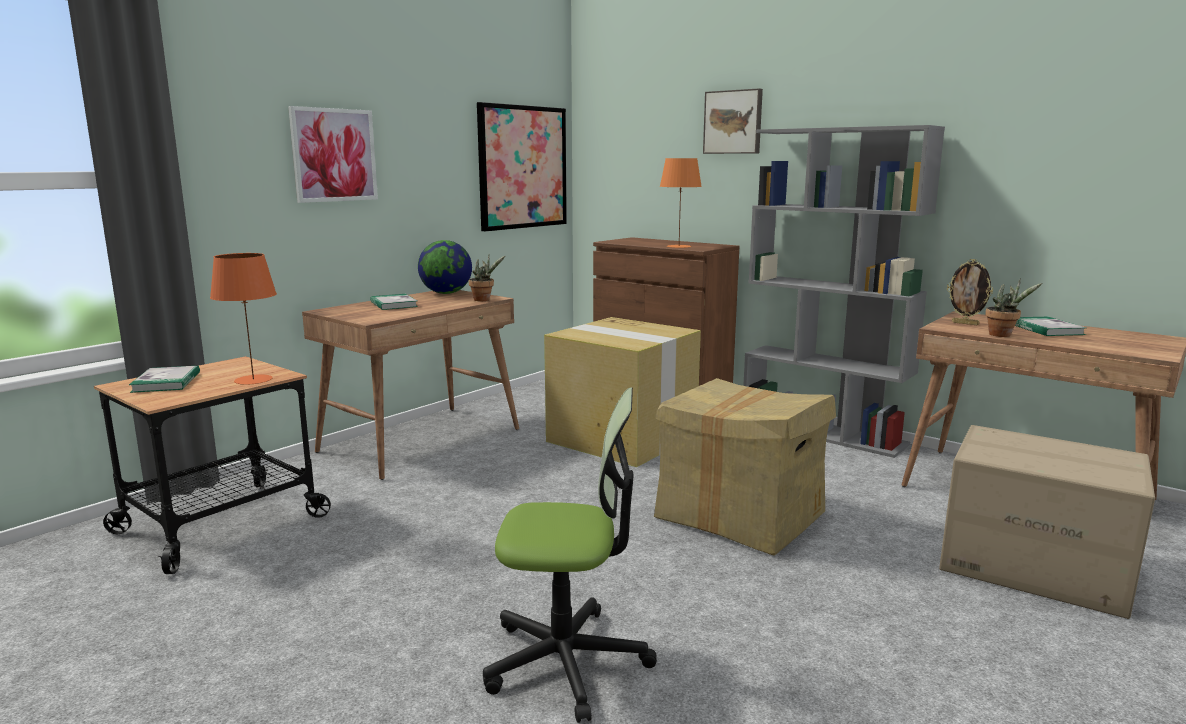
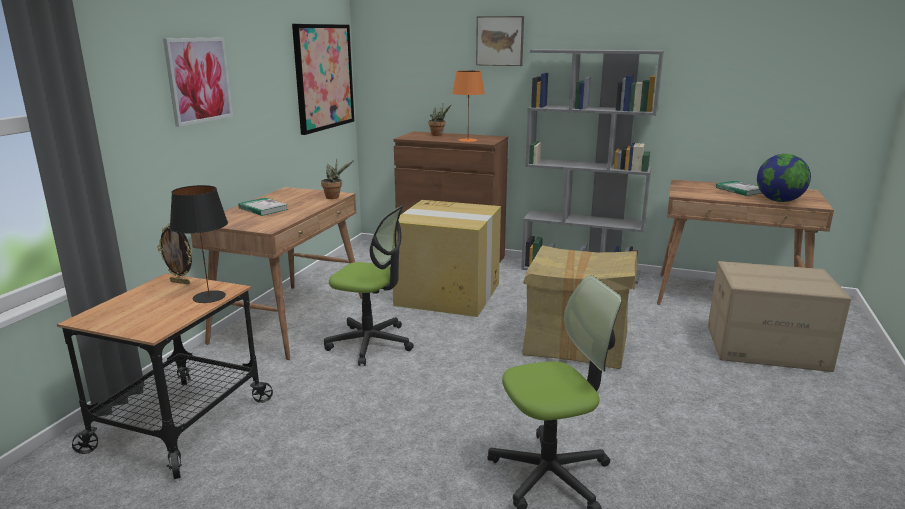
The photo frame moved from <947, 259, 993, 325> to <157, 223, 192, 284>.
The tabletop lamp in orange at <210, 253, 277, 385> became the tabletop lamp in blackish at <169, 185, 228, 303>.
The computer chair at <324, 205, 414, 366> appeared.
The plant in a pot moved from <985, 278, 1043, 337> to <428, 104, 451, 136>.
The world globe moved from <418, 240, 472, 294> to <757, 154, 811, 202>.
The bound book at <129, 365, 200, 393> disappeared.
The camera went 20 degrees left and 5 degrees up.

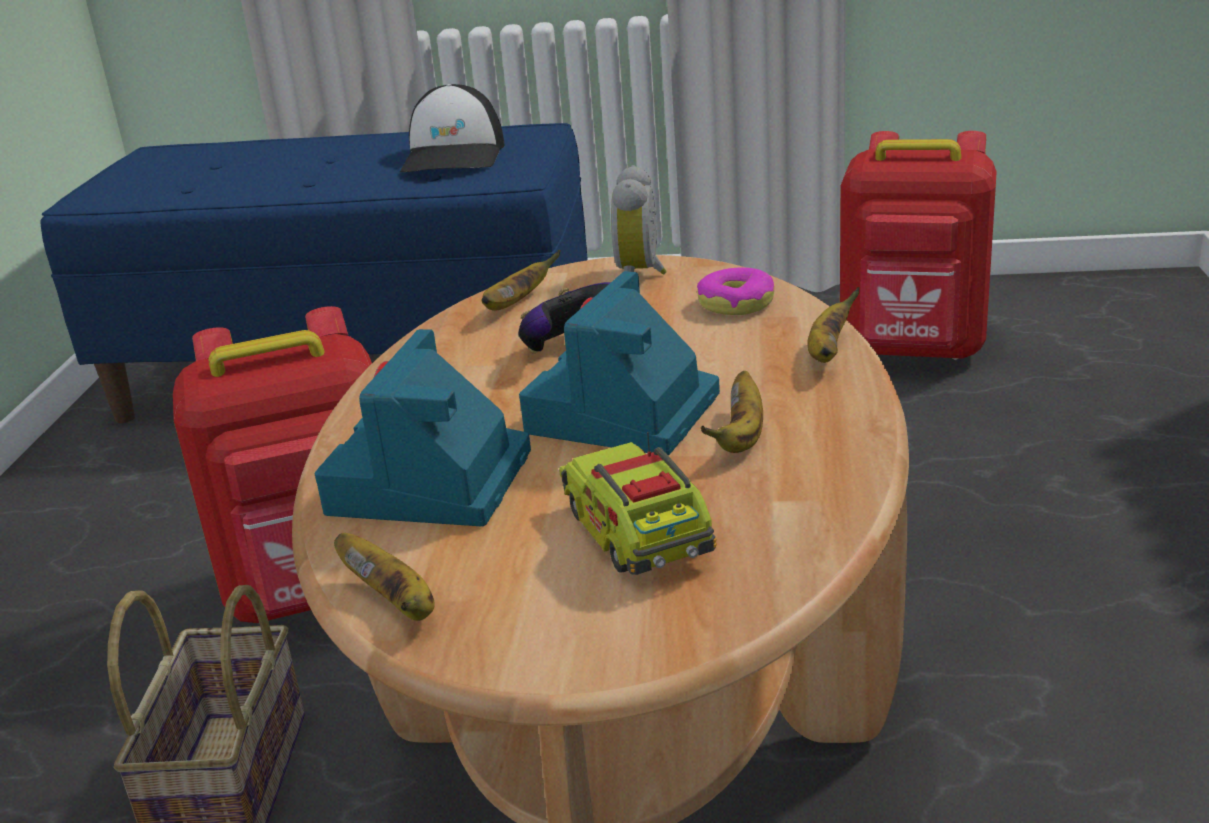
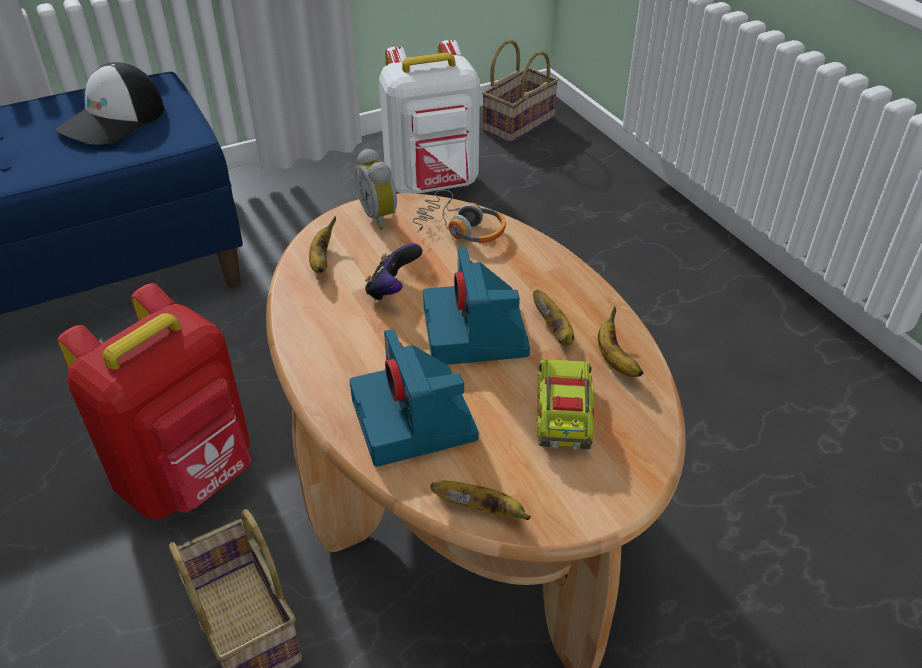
The peaked cap at <400, 84, 505, 172> turned 60 degrees clockwise.
The knapsack in red at <840, 131, 997, 360> became the knapsack in whitish at <379, 40, 480, 194>.
The donut at <697, 267, 774, 315> was replaced by the headphones at <412, 190, 506, 243>.
The basket at <482, 39, 559, 143> appeared.
The toy truck at <559, 432, 717, 575> turned 60 degrees clockwise.
The banana moved from <807, 287, 860, 363> to <598, 306, 644, 377>.
The camera went 35 degrees left and 15 degrees up.

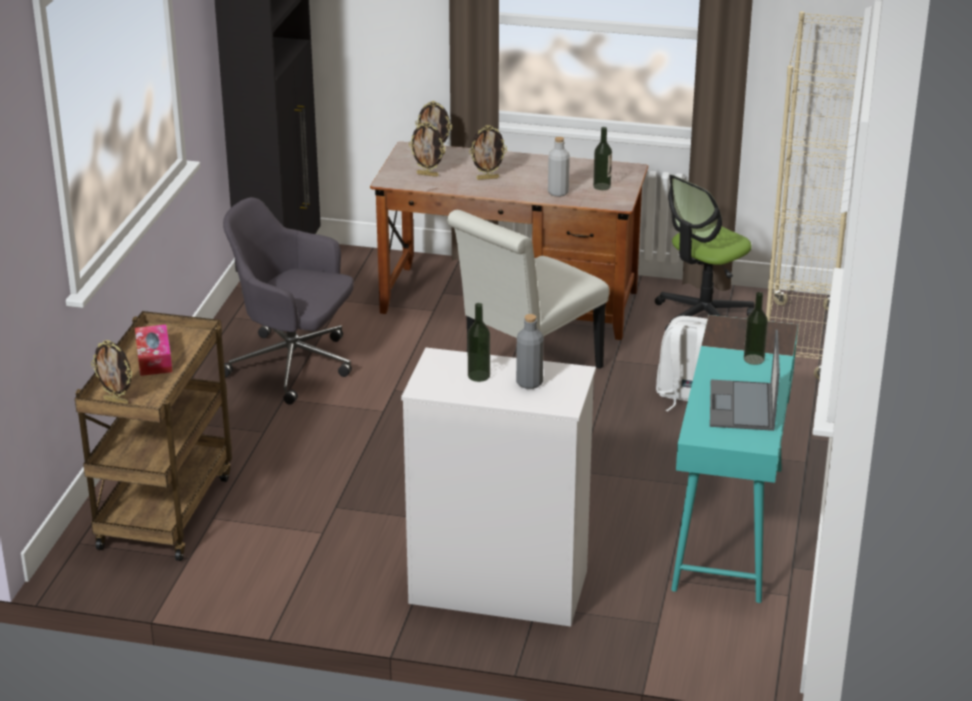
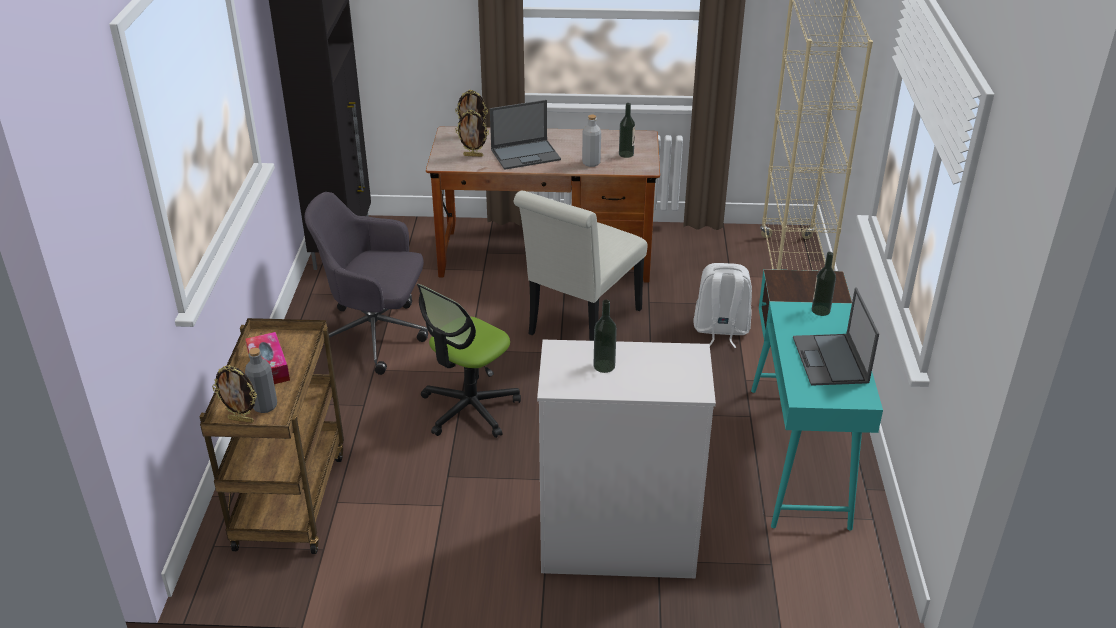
The bottle in grey moved from <516, 314, 544, 389> to <245, 348, 277, 413>.
The computer chair moved from <655, 175, 754, 331> to <417, 284, 521, 438>.
The photo frame at <469, 125, 507, 180> was replaced by the laptop at <490, 100, 561, 170>.
The camera went 10 degrees left and 5 degrees up.

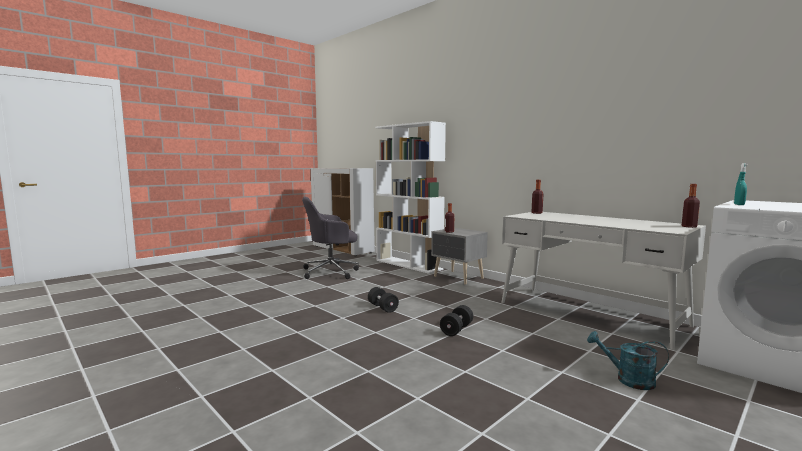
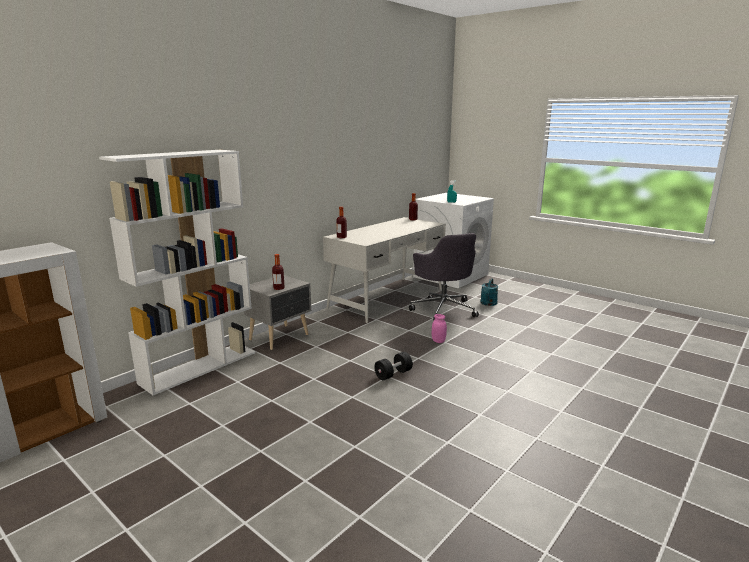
The computer chair in grey moved from <302, 197, 359, 279> to <409, 233, 479, 320>.
The hand weight in blackish at <440, 305, 473, 336> was replaced by the preserve jar in pinkish at <432, 314, 447, 343>.
The camera went 95 degrees left and 10 degrees up.

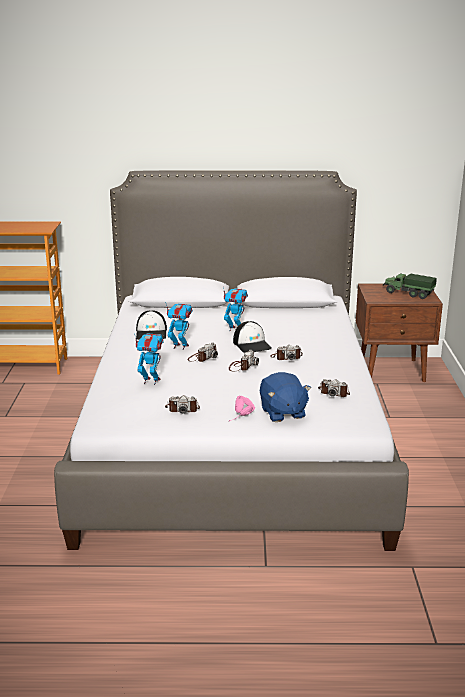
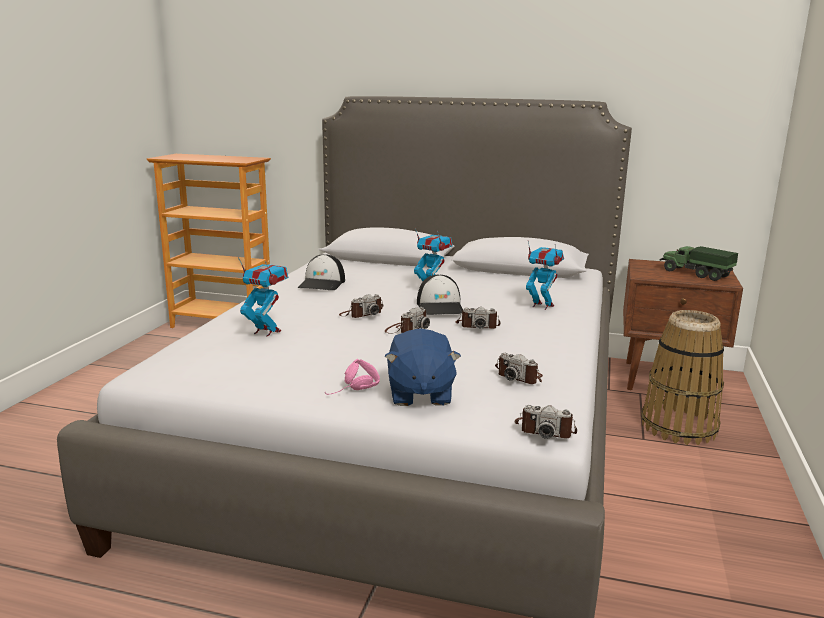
The still camera moved from <165, 395, 200, 414> to <515, 405, 577, 439>.
The toy robot moved from <165, 302, 193, 350> to <526, 241, 564, 310>.
The basket at <641, 310, 724, 445> appeared.
The camera went 15 degrees right and 5 degrees down.

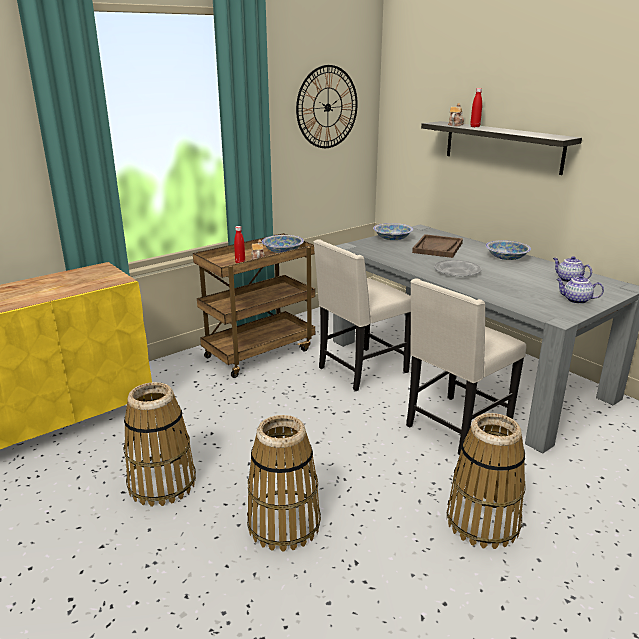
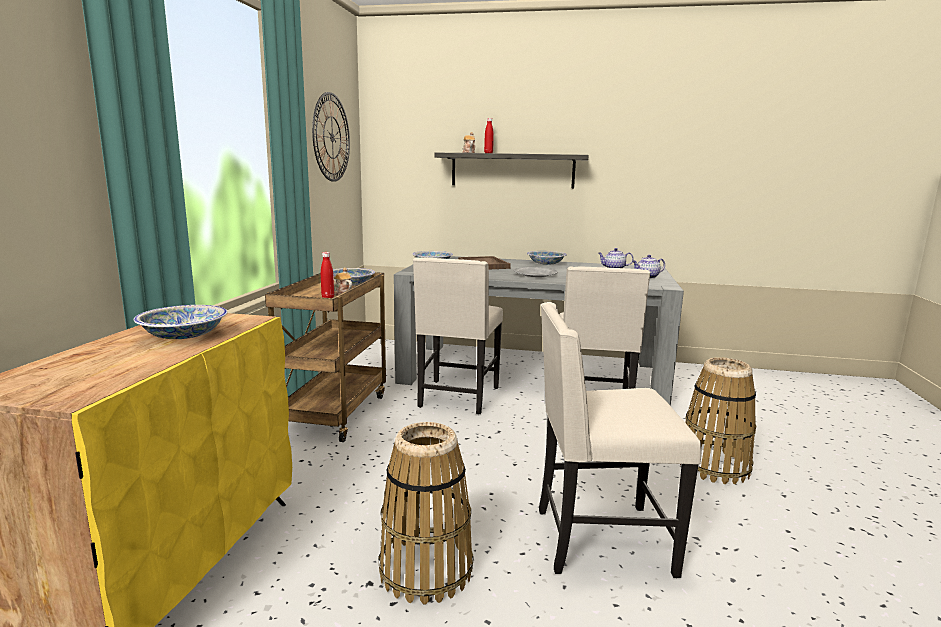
The deep dish at <134, 305, 227, 339> appeared.
The basket at <247, 415, 321, 552> was replaced by the upright chair in beige-coloured at <539, 302, 702, 578>.
The camera went 40 degrees left and 10 degrees down.

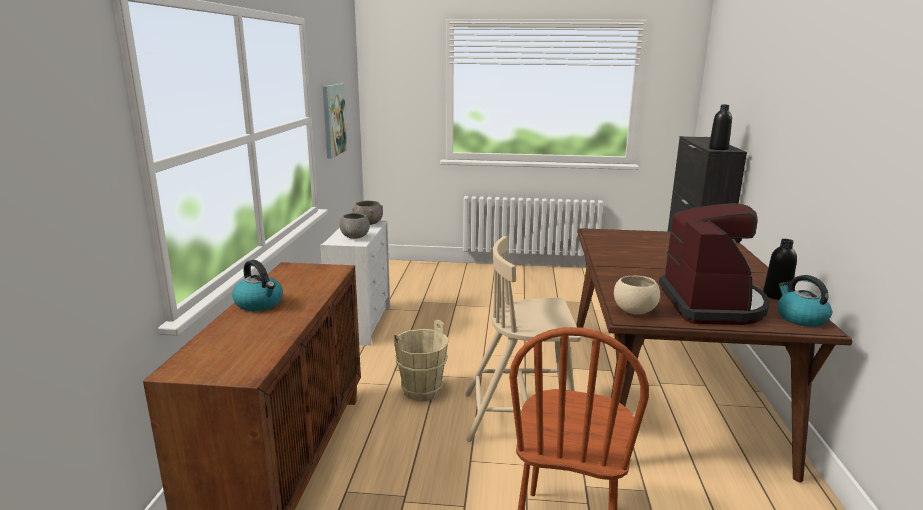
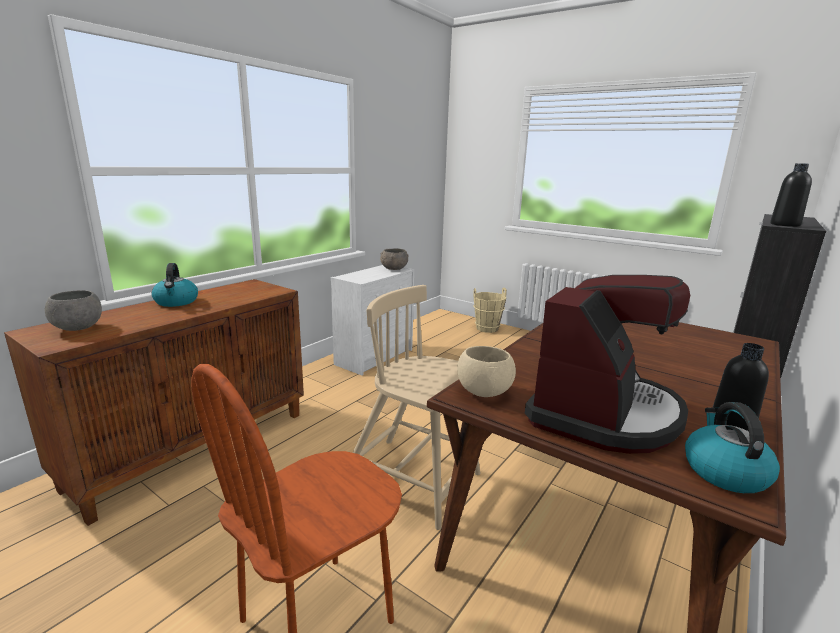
The deep dish in grey moved from <340, 213, 370, 239> to <45, 290, 102, 331>.
The bucket in beige-coloured moved from <394, 320, 449, 401> to <473, 288, 507, 333>.
The picture at <323, 84, 348, 158> disappeared.
The camera went 30 degrees right and 0 degrees up.

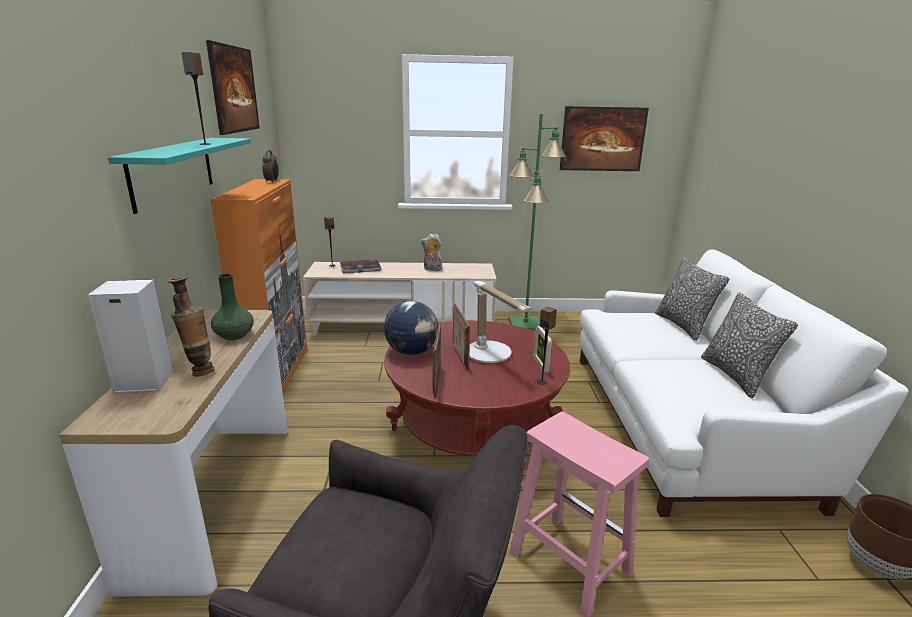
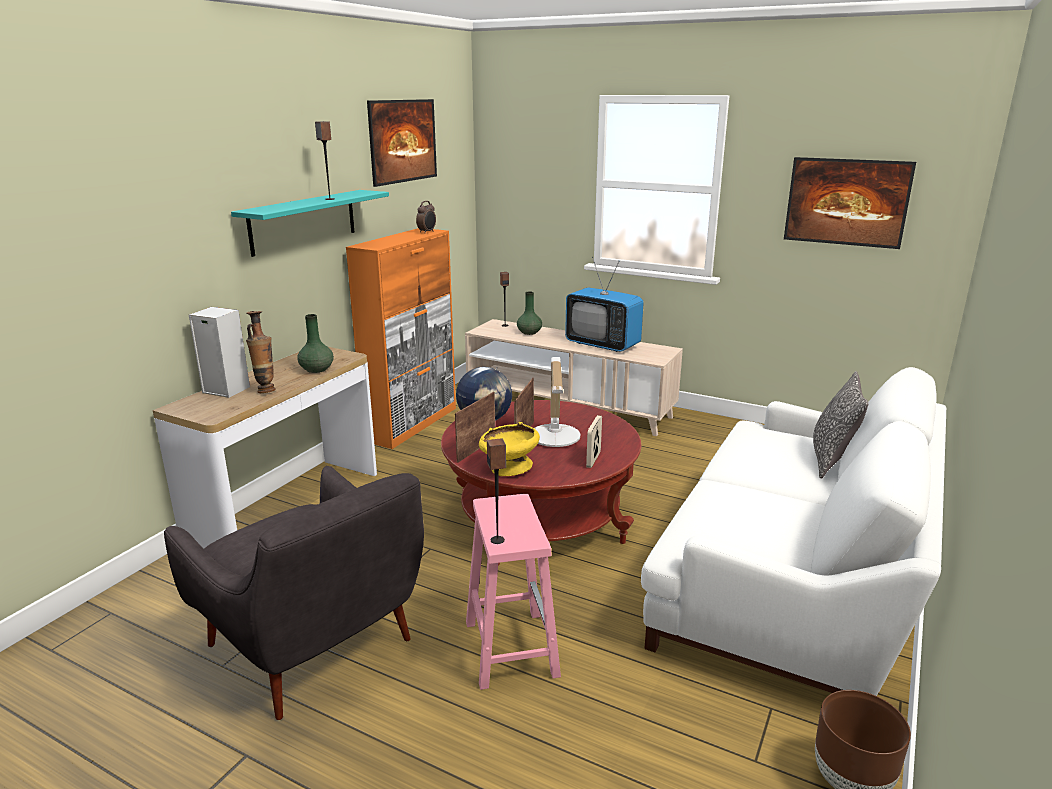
The deep dish in yellow at <479, 422, 540, 476> appeared.
The speaker moved from <537, 307, 557, 385> to <487, 438, 506, 544>.
The bound book at <340, 260, 382, 273> was replaced by the flower vase in greenish at <517, 291, 542, 335>.
The cuddly toy at <421, 234, 443, 271> was replaced by the TV at <565, 257, 644, 352>.
The floor lamp in greenish at <509, 114, 566, 331> disappeared.
The cushion at <701, 292, 798, 398> disappeared.
The camera went 30 degrees right and 0 degrees up.

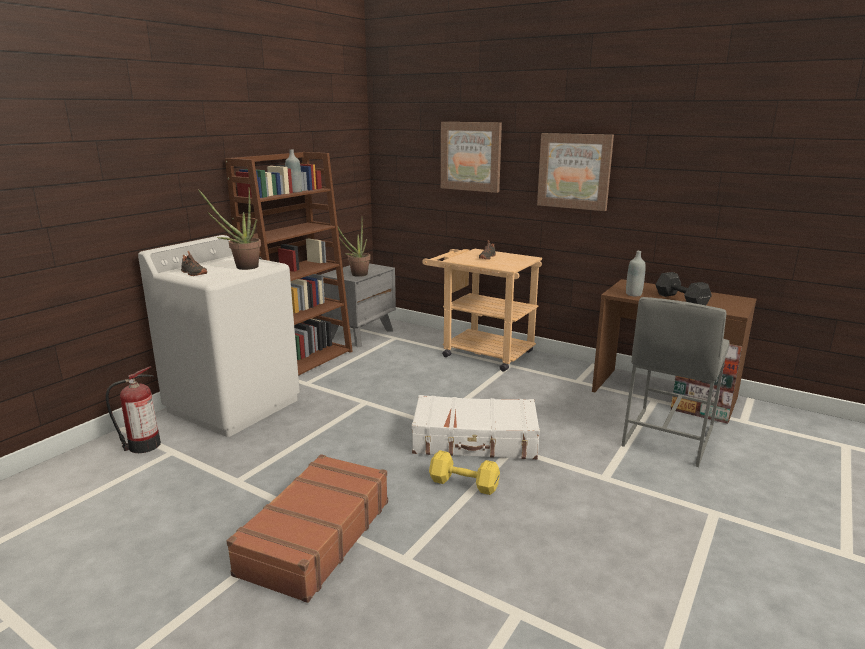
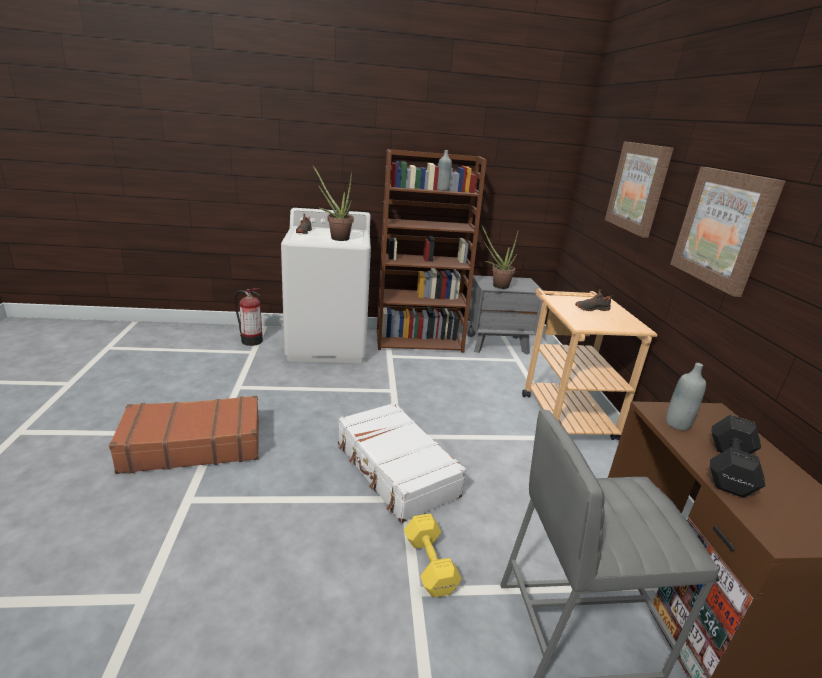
The hand weight in yellow moved from <429, 450, 500, 495> to <404, 514, 462, 597>.
The camera went 50 degrees right and 5 degrees up.

